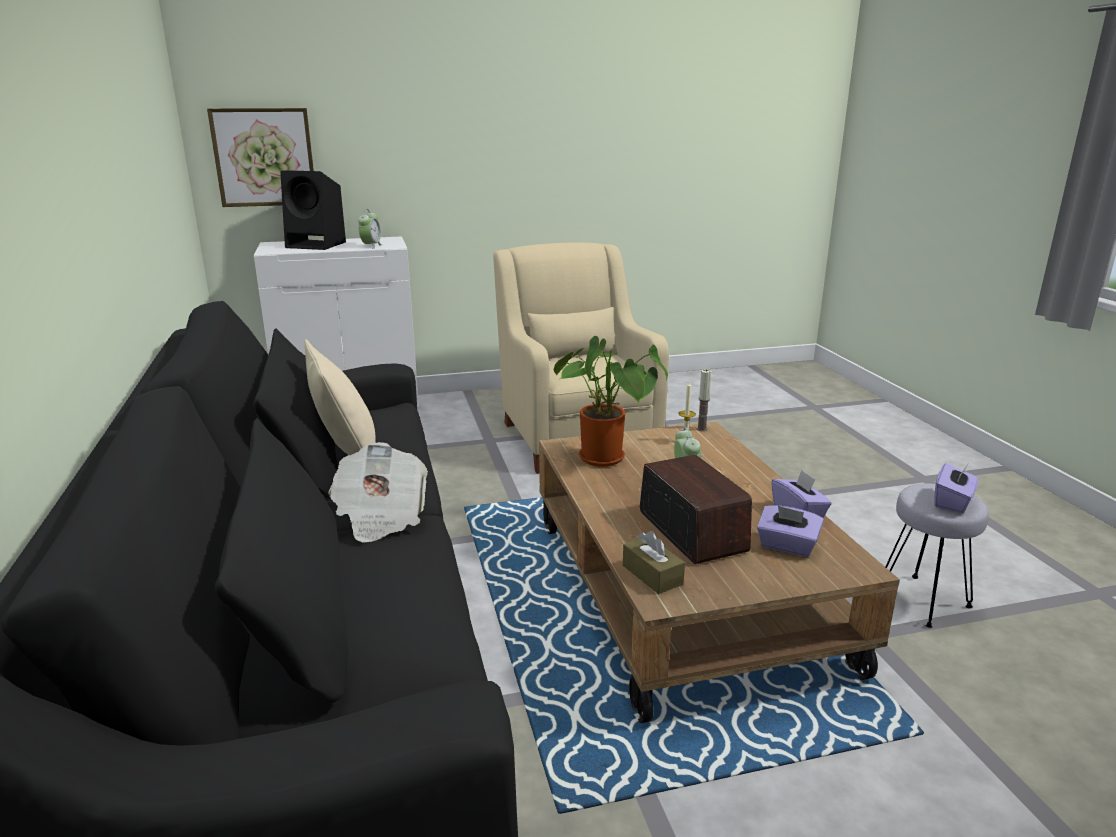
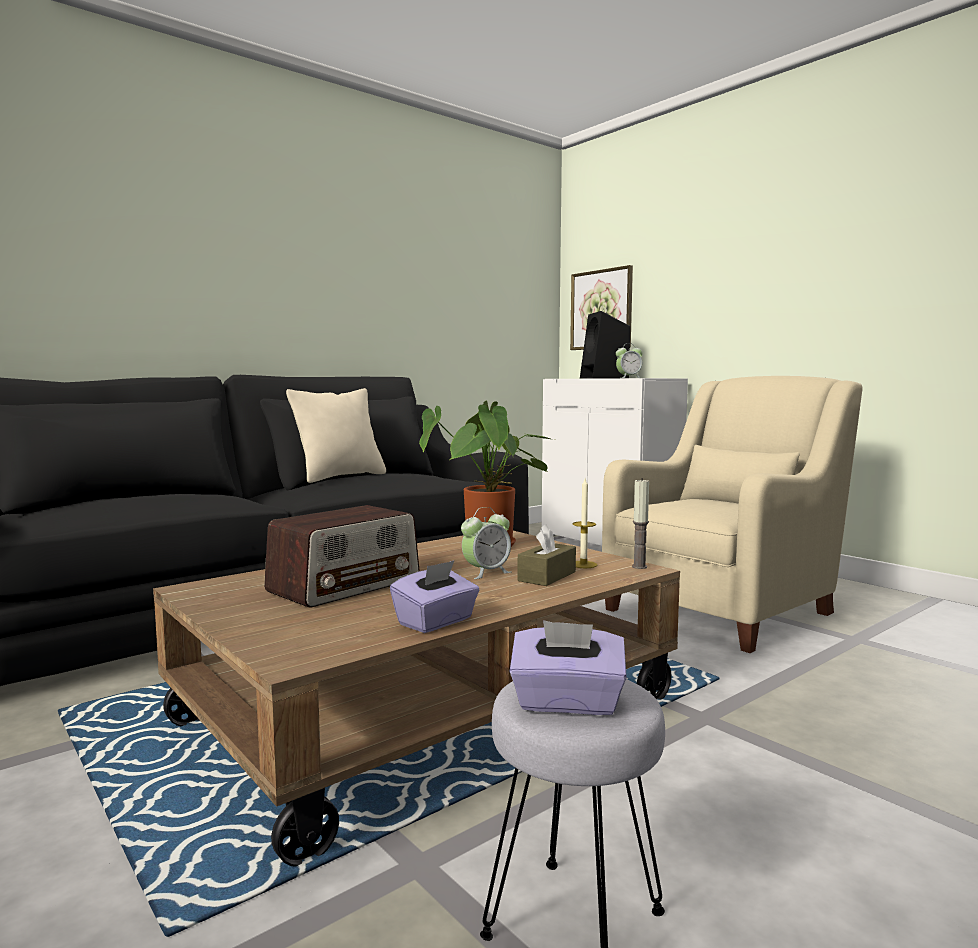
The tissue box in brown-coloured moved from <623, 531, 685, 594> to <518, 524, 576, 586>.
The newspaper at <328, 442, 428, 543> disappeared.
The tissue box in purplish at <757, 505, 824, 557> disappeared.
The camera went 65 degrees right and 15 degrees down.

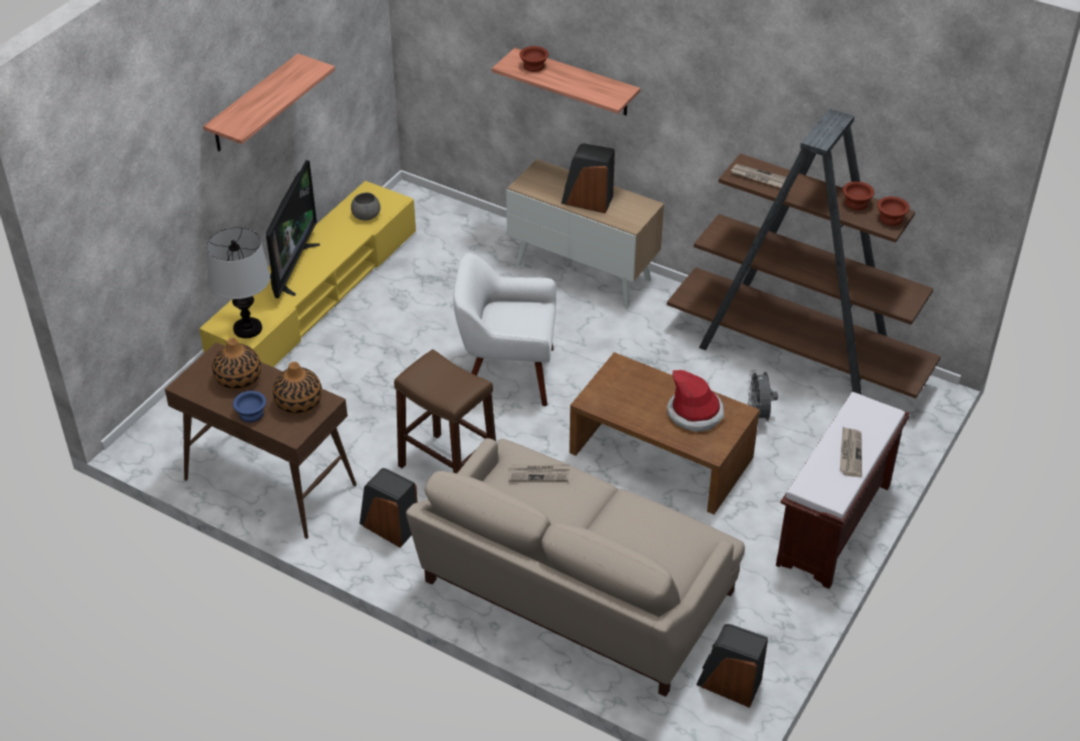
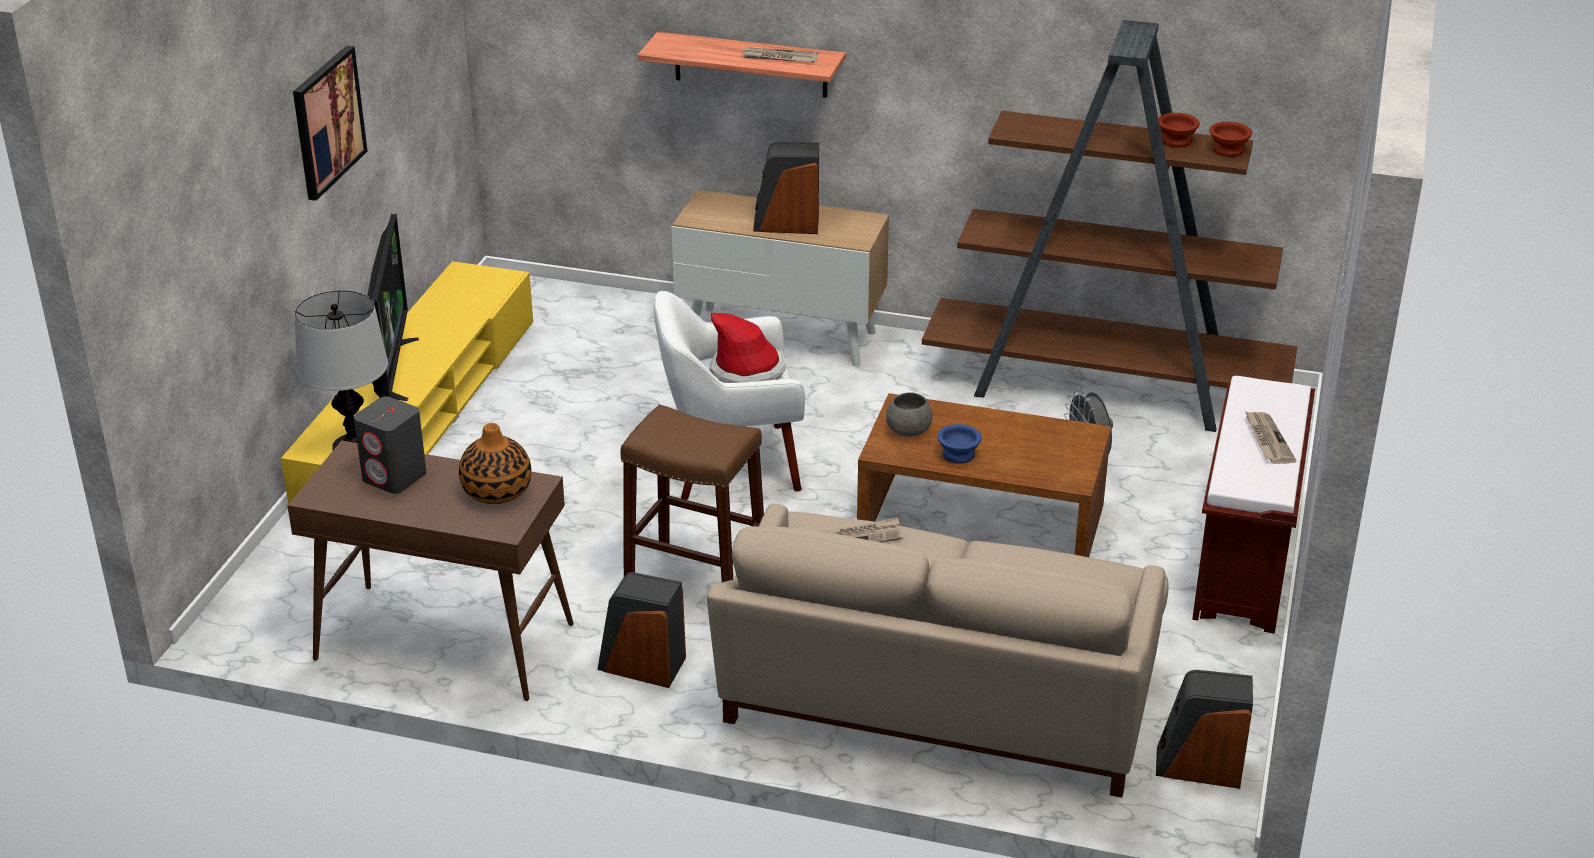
The shelf at <203, 54, 335, 151> was replaced by the picture at <293, 46, 367, 201>.
The flower vase at <212, 338, 261, 390> was replaced by the speaker in grey at <354, 396, 426, 494>.
The wearable hat moved from <667, 370, 724, 432> to <709, 313, 787, 383>.
The newspaper moved from <730, 164, 787, 188> to <742, 47, 818, 62>.
The deep dish in grey moved from <351, 192, 380, 220> to <886, 392, 932, 437>.
The deep dish in blue-coloured moved from <233, 391, 266, 422> to <937, 424, 982, 464>.
The deep dish in brown-coloured at <520, 46, 549, 72> disappeared.
The camera went 15 degrees left and 10 degrees down.

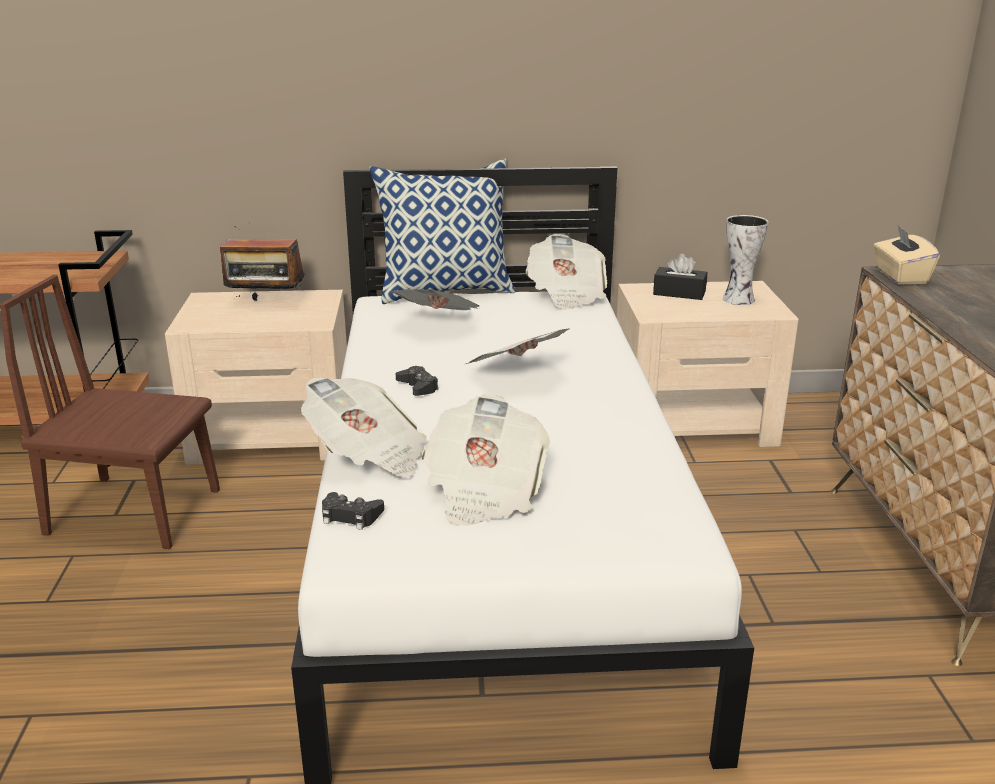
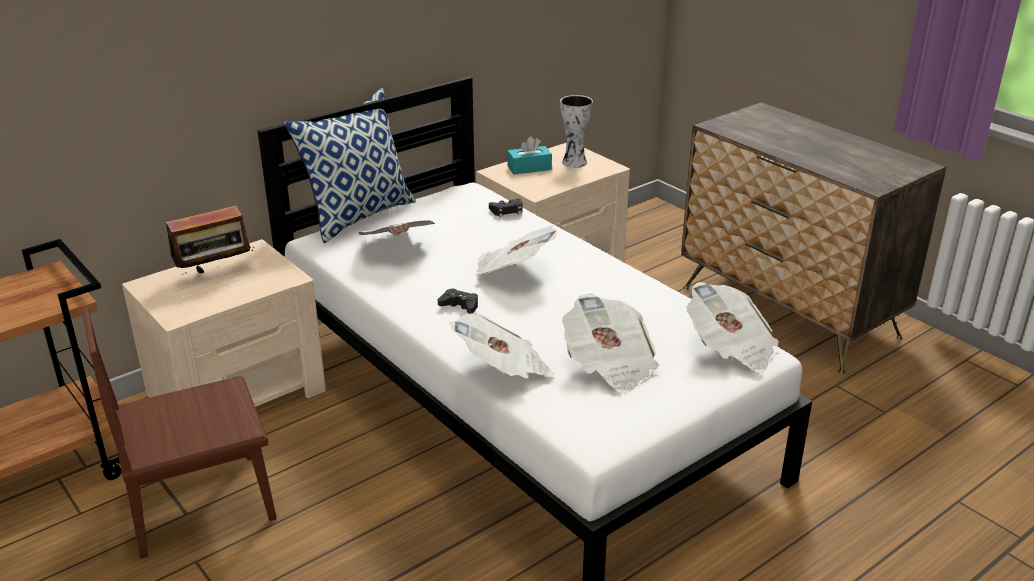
The game controller in blackish moved from <322, 492, 384, 530> to <489, 198, 523, 217>.
The tissue box in blackish at <653, 254, 707, 300> became the tissue box in blue-green at <507, 136, 552, 174>.
The newspaper moved from <526, 234, 607, 310> to <687, 282, 779, 374>.
The tissue box in beige-coloured at <873, 226, 940, 284> disappeared.
The camera went 35 degrees left and 5 degrees up.

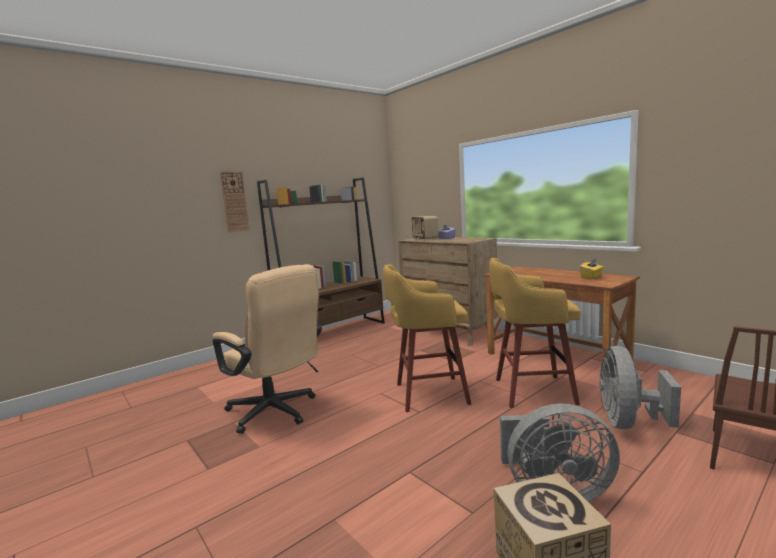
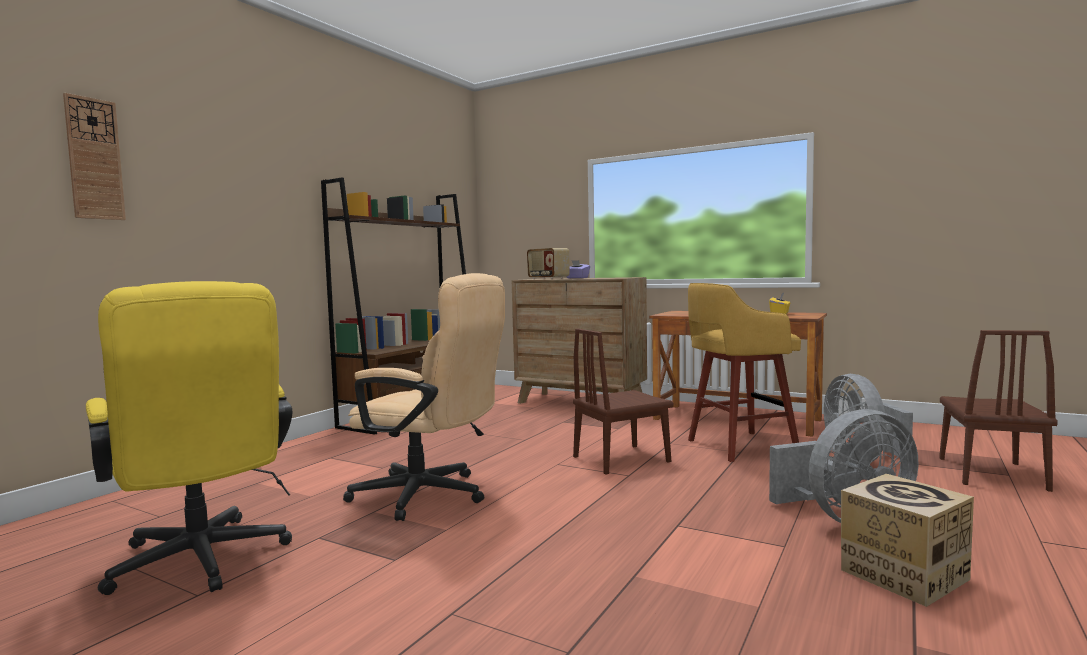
The hanging clock moved from <220, 171, 250, 232> to <63, 93, 126, 220>.
The computer chair in yellow at <86, 281, 292, 595> appeared.
The stool in yellow at <383, 264, 471, 412> was replaced by the upright chair in brown-coloured at <573, 328, 673, 475>.
The camera went 20 degrees left and 5 degrees down.

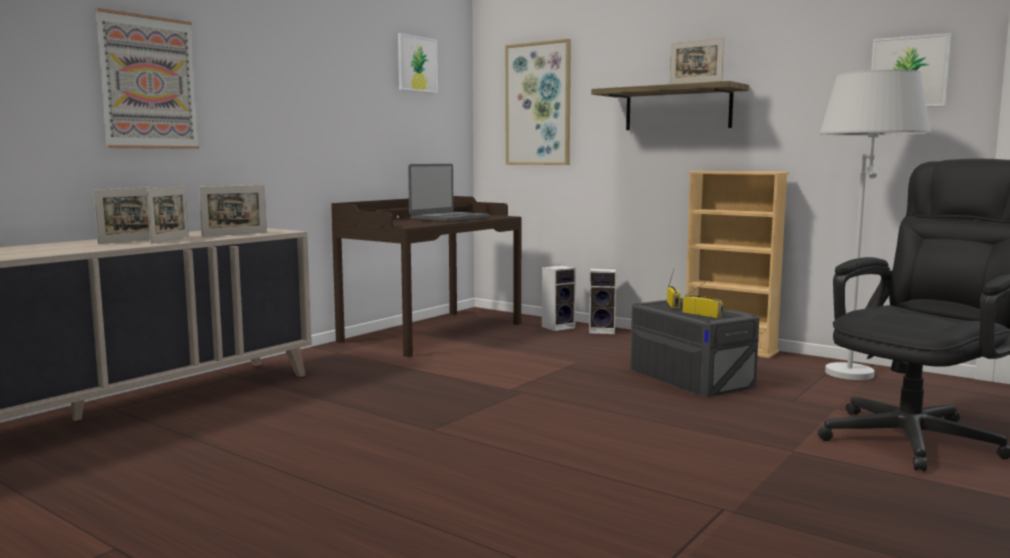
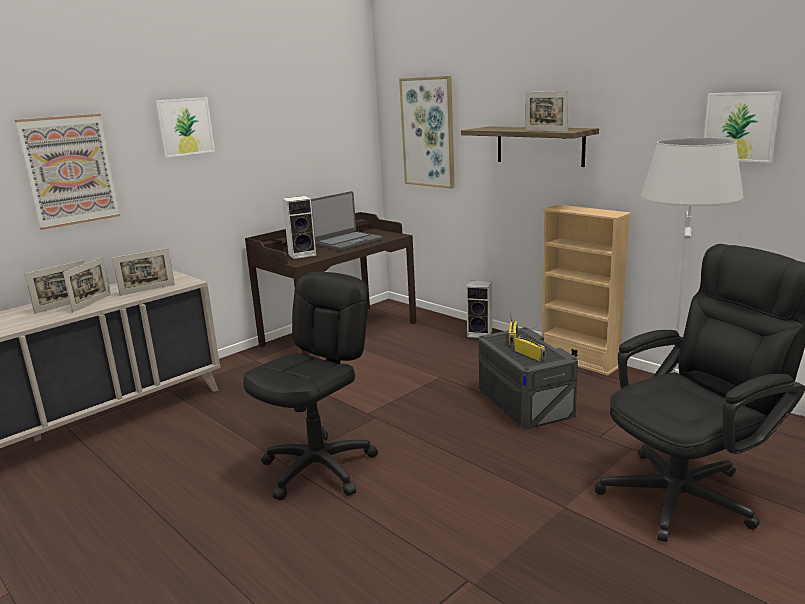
The picture moved from <398, 33, 438, 93> to <155, 97, 215, 158>.
The computer chair in blackish at <243, 272, 378, 500> appeared.
The speaker moved from <542, 265, 576, 331> to <282, 196, 316, 259>.
The camera went 10 degrees right and 10 degrees up.

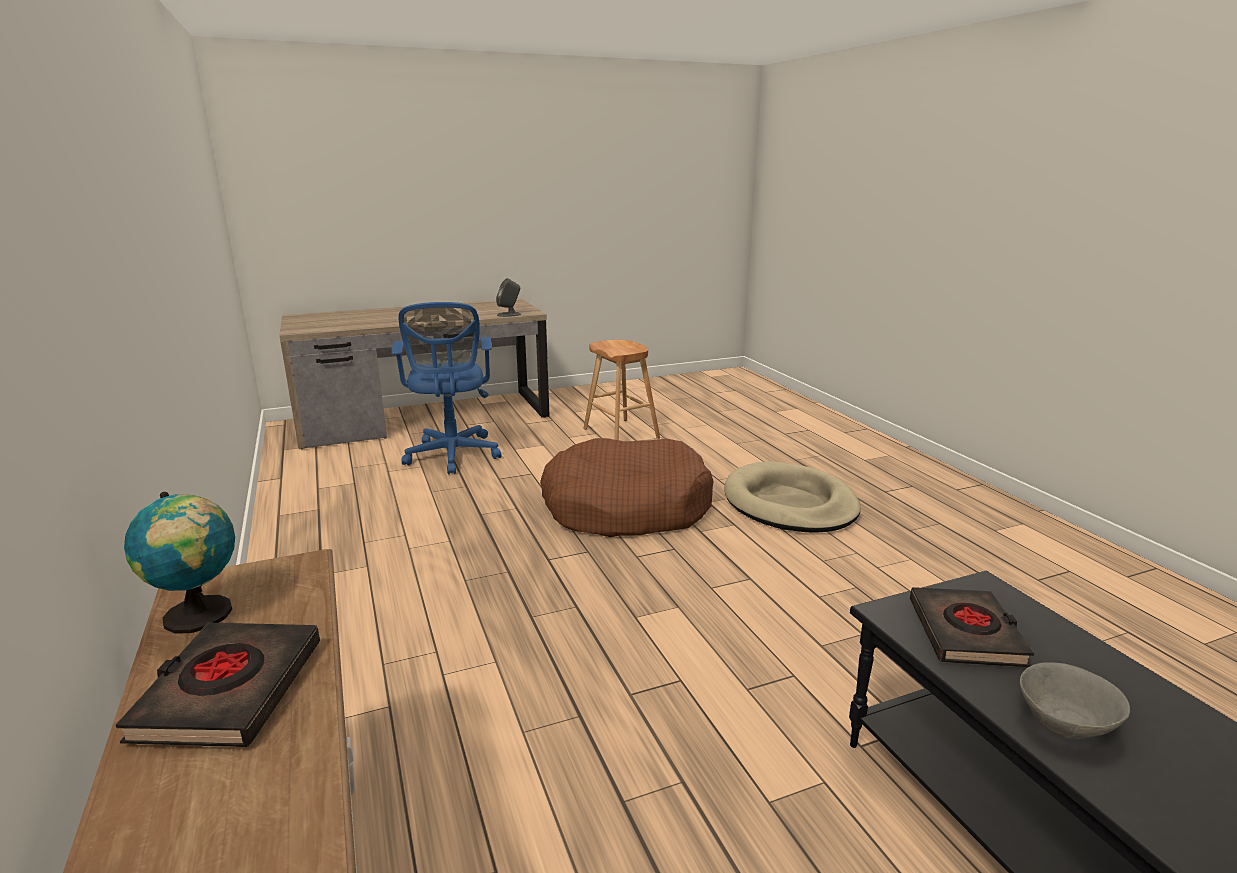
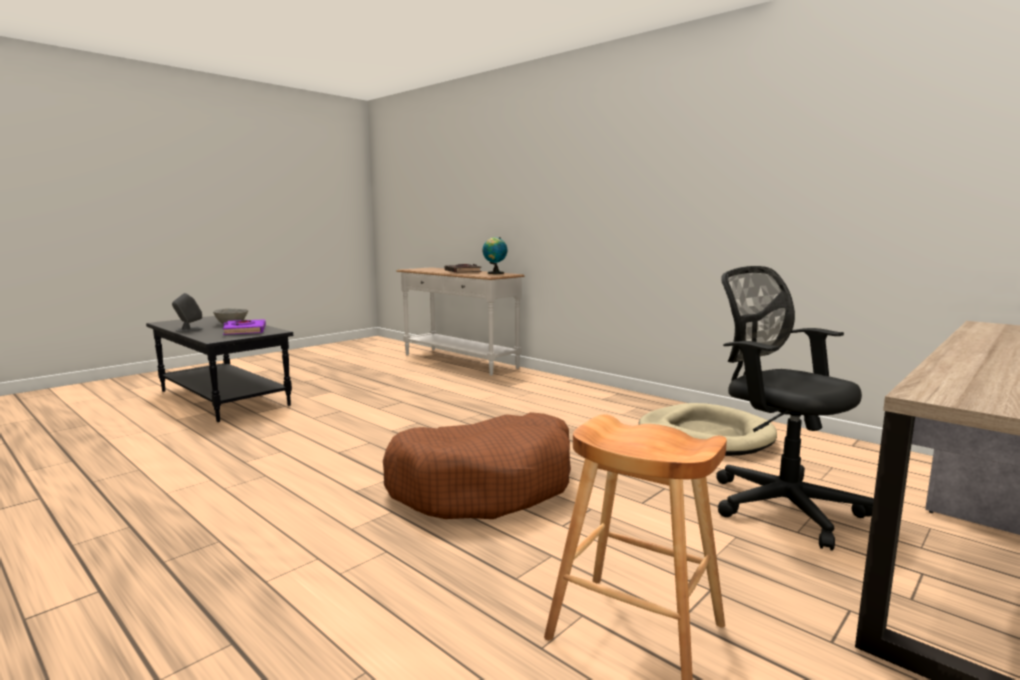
The speaker in grey moved from <496, 278, 521, 317> to <172, 293, 203, 332>.
The bound book in blackish at <910, 587, 1034, 667> became the bound book in purplish at <223, 319, 266, 335>.
The pet bed in beige-coloured moved from <724, 461, 861, 533> to <639, 403, 777, 456>.
The computer chair in blue-coloured at <391, 302, 502, 475> became the computer chair in blackish at <716, 266, 874, 551>.
The camera went 155 degrees right and 10 degrees down.

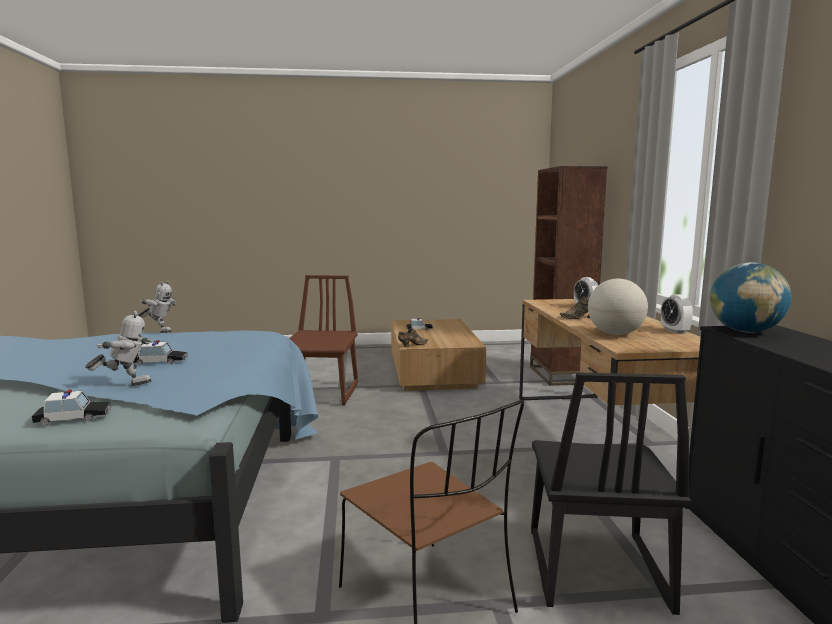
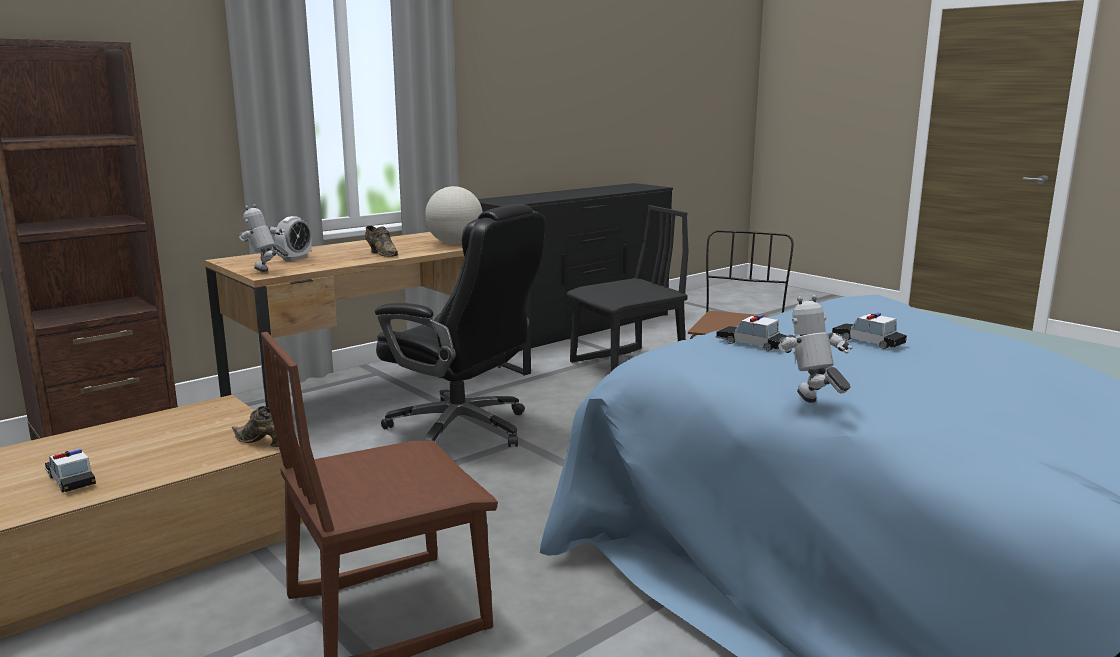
The toy robot moved from <85, 311, 154, 386> to <239, 204, 289, 272>.
The computer chair in blackish at <375, 204, 545, 447> appeared.
The model car moved from <32, 389, 112, 425> to <715, 314, 787, 351>.
The table clock at <661, 294, 693, 334> disappeared.
The world globe at <710, 263, 791, 333> disappeared.
The camera went 125 degrees left and 5 degrees up.

